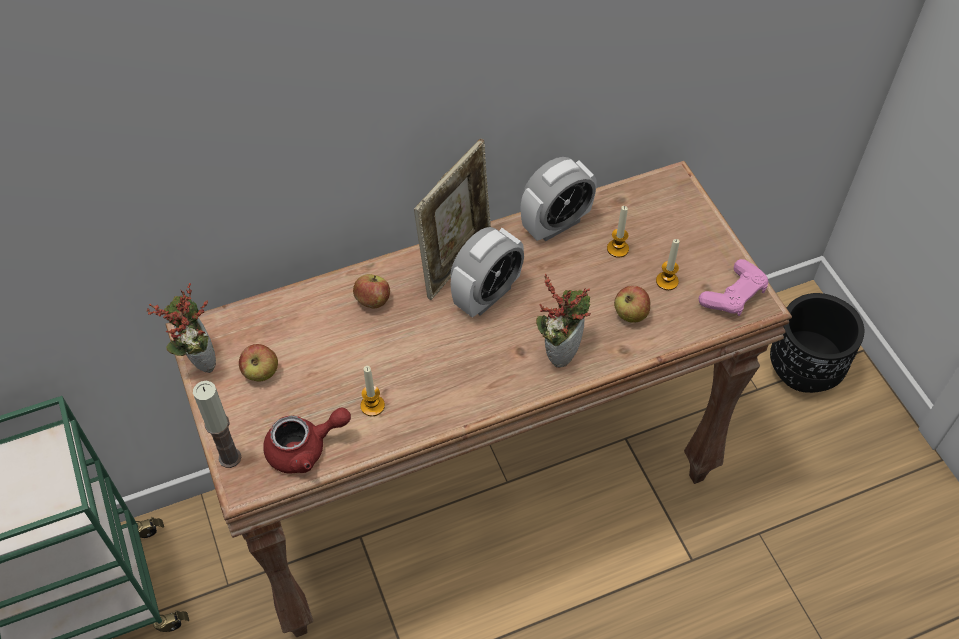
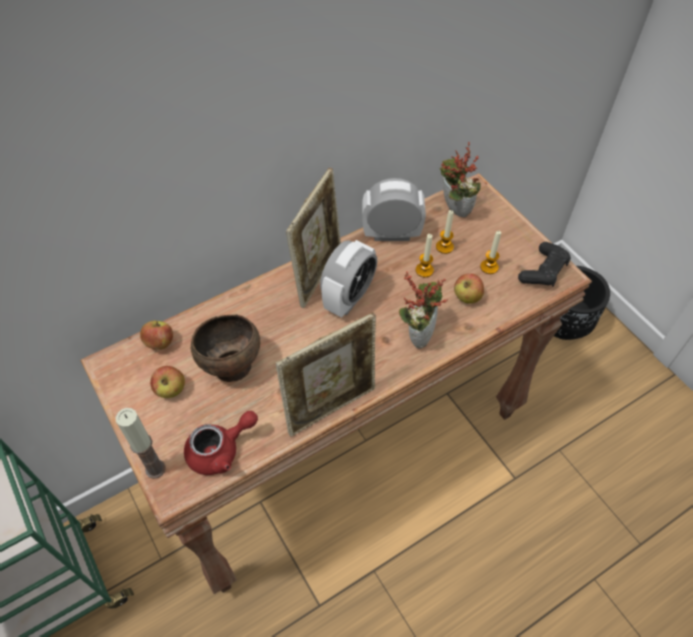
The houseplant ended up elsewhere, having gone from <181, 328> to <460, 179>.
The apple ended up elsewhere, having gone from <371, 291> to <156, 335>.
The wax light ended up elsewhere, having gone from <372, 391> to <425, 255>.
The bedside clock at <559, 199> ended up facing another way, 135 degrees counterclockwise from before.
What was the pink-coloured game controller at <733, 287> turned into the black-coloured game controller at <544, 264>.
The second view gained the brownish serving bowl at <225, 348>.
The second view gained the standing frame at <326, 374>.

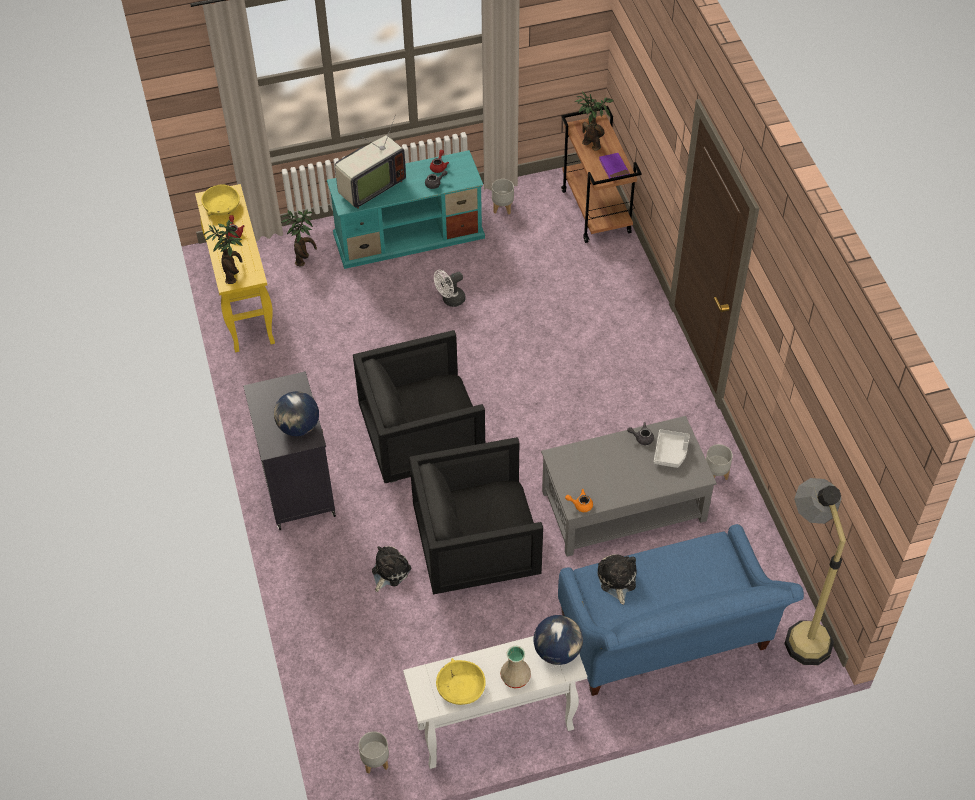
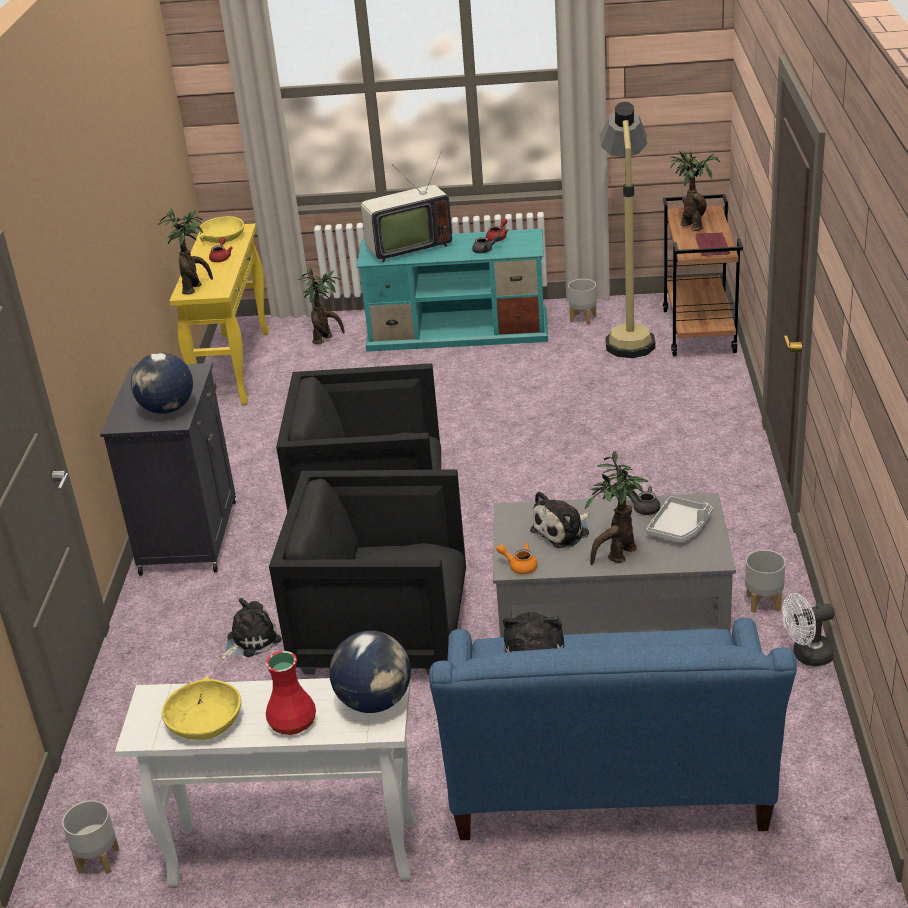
The white electric fan ended up elsewhere, having gone from <450, 288> to <808, 629>.
What was the beige vase at <515, 667> turned into the red-coloured vase at <291, 693>.
What was the purplish volume at <614, 165> turned into the red-coloured volume at <712, 244>.
The standing lamp ended up elsewhere, having gone from <815, 571> to <627, 230>.
The second view gained the plush toy at <560, 519>.
The second view gained the houseplant at <616, 508>.

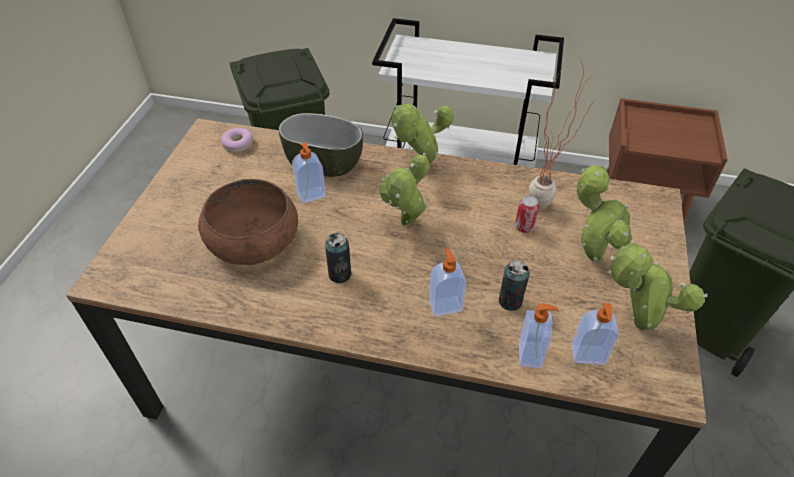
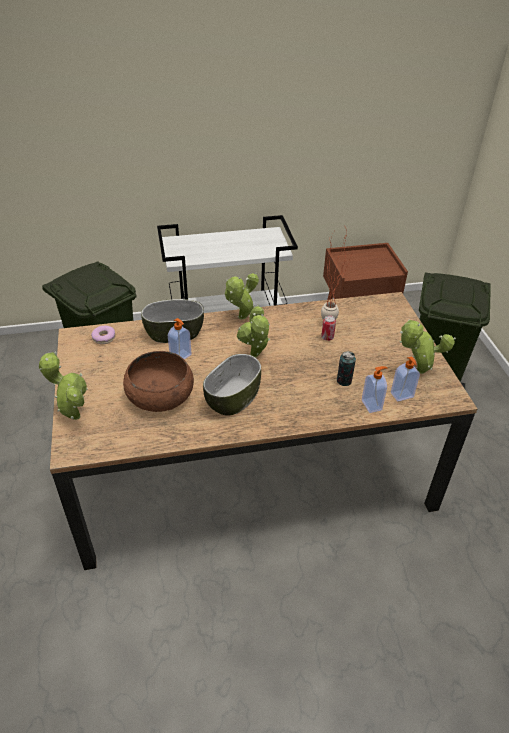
Where the can stood at <338, 258>, the serving bowl came to stand at <232, 385>.
The second view lost the soap dispenser at <447, 282>.
The houseplant ended up elsewhere, having gone from <604, 213> to <63, 386>.

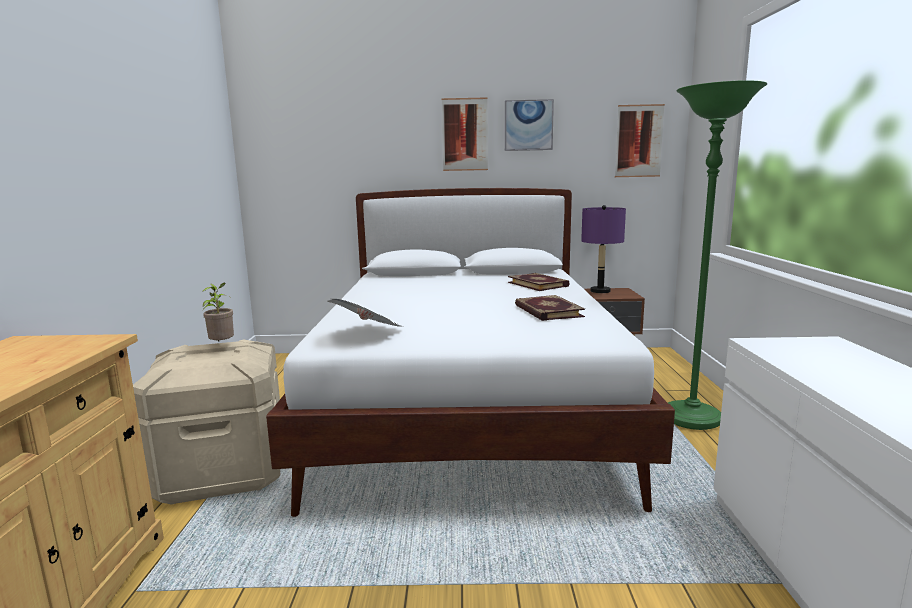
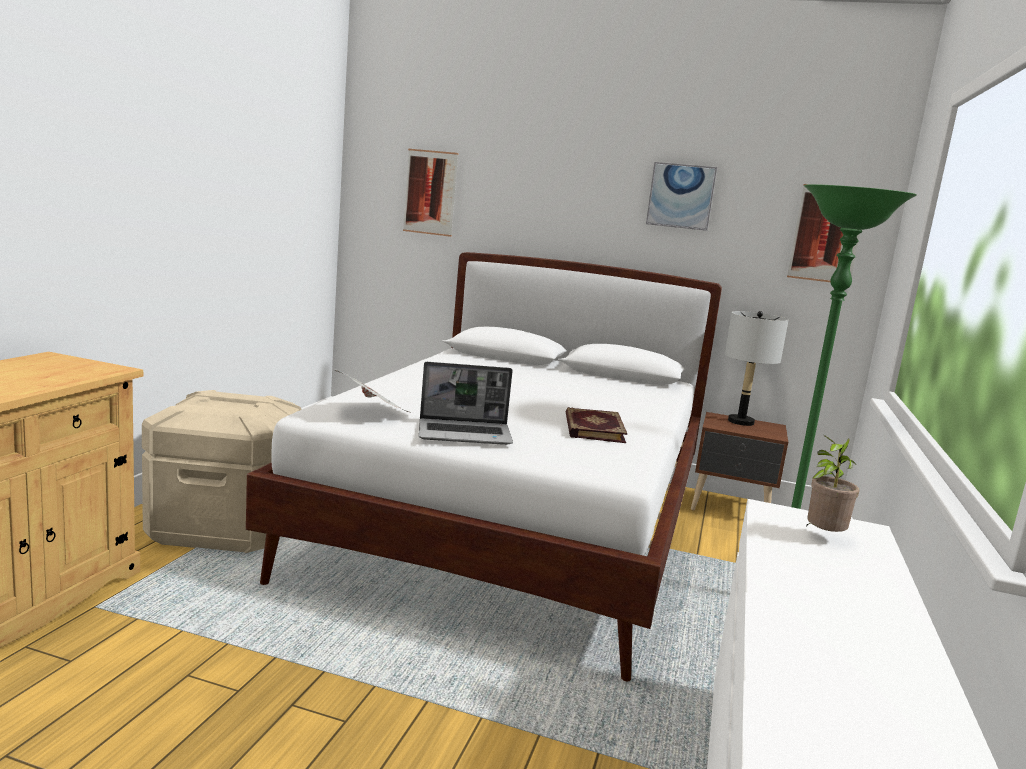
The houseplant ended up elsewhere, having gone from <218, 312> to <832, 483>.
The wall picture ended up elsewhere, having gone from <465, 134> to <430, 193>.
The second view lost the volume at <539, 282>.
What was the purplish lamp for a table at <603, 249> turned into the grey lamp for a table at <756, 368>.
The second view gained the portable computer at <466, 403>.

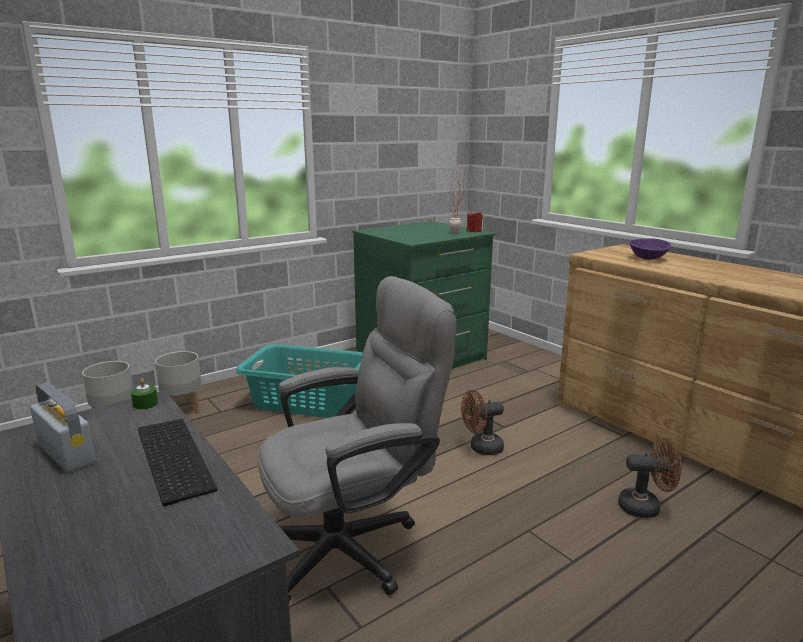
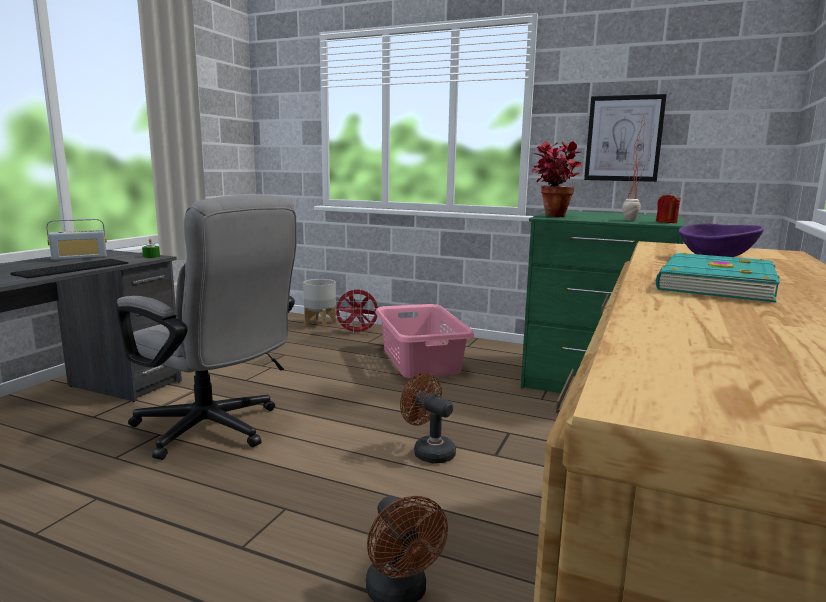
The radio receiver at <62, 428> ended up facing another way, 45 degrees clockwise from before.
Where the grey flower pot stood at <178, 382>, the red-coloured electric fan came to stand at <355, 312>.
What was the blue-green laundry basket at <299, 381> turned into the pink-coloured laundry basket at <424, 341>.
The second view gained the houseplant at <557, 179>.
The second view gained the wall picture at <625, 138>.
The second view gained the blue-green volume at <718, 278>.

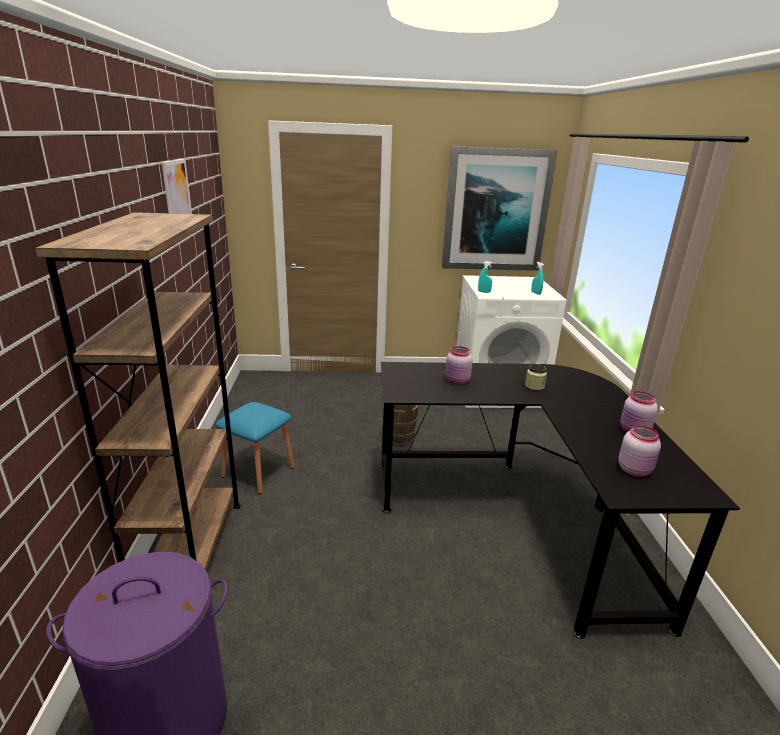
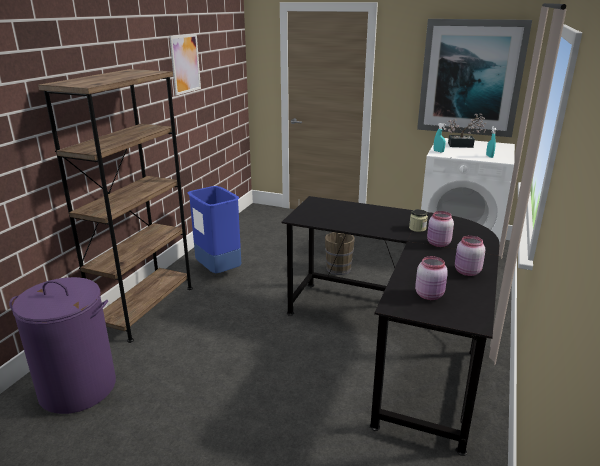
Where the blue stool stood at <255, 448>, the blue waste bin came to stand at <214, 229>.
The pink-coloured preserve jar ended up elsewhere, having gone from <459, 365> to <440, 229>.
The second view gained the houseplant at <465, 131>.

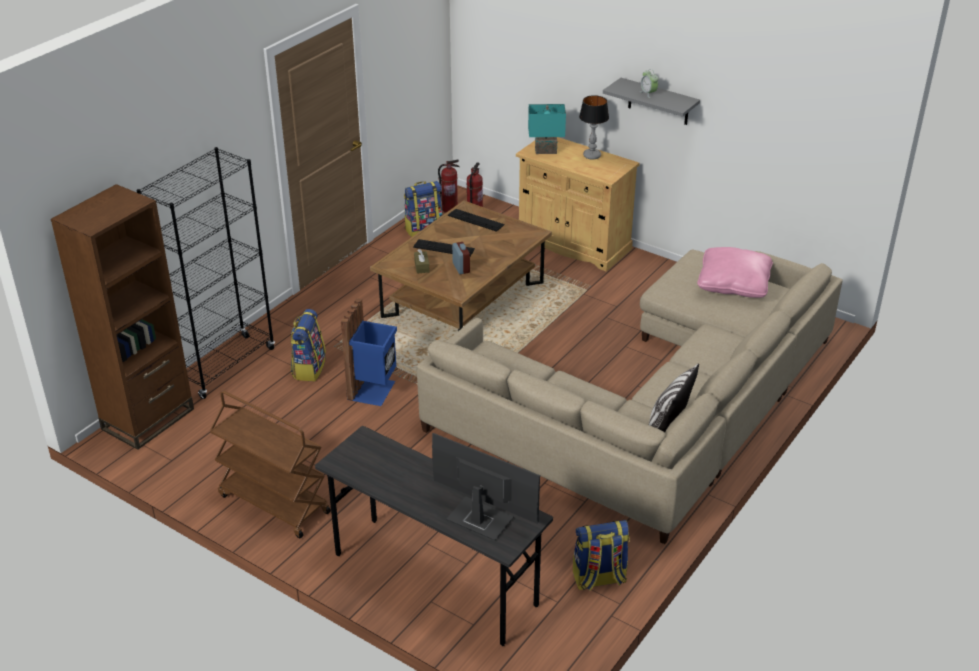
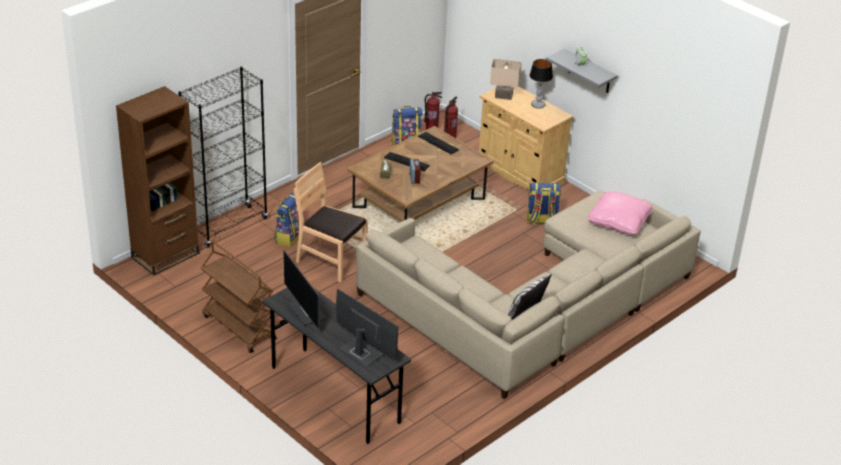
Where the blue waste bin stood at <369, 352>, the brownish chair came to stand at <331, 222>.
What was the blue-green lamp for a table at <547, 129> turned into the beige lamp for a table at <506, 79>.
The backpack ended up elsewhere, having gone from <601, 555> to <544, 203>.
The second view gained the monitor at <305, 289>.

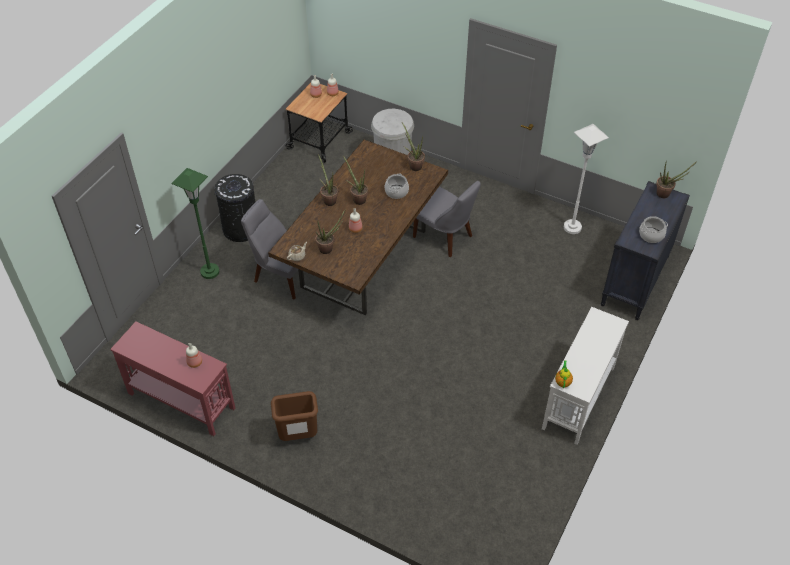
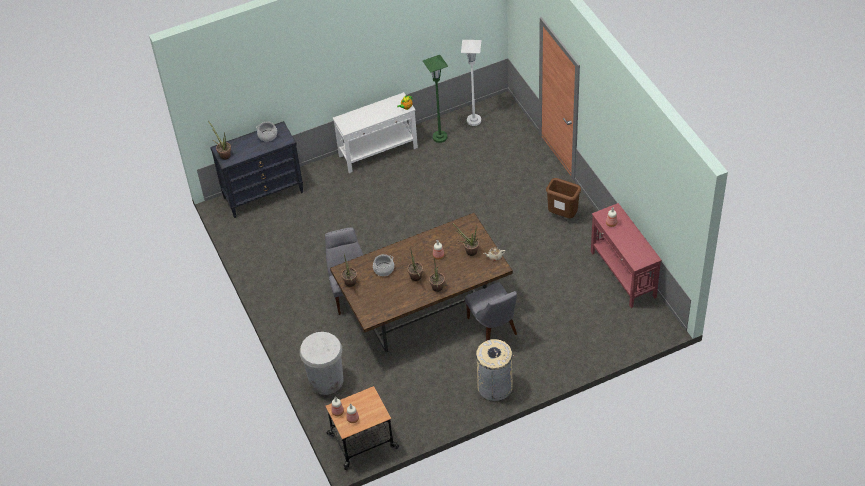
The green standing lamp ended up elsewhere, having gone from <195, 223> to <435, 99>.
What was the black-coloured waste bin at <235, 208> turned into the beige waste bin at <494, 370>.
The white standing lamp ended up elsewhere, having gone from <586, 179> to <471, 83>.

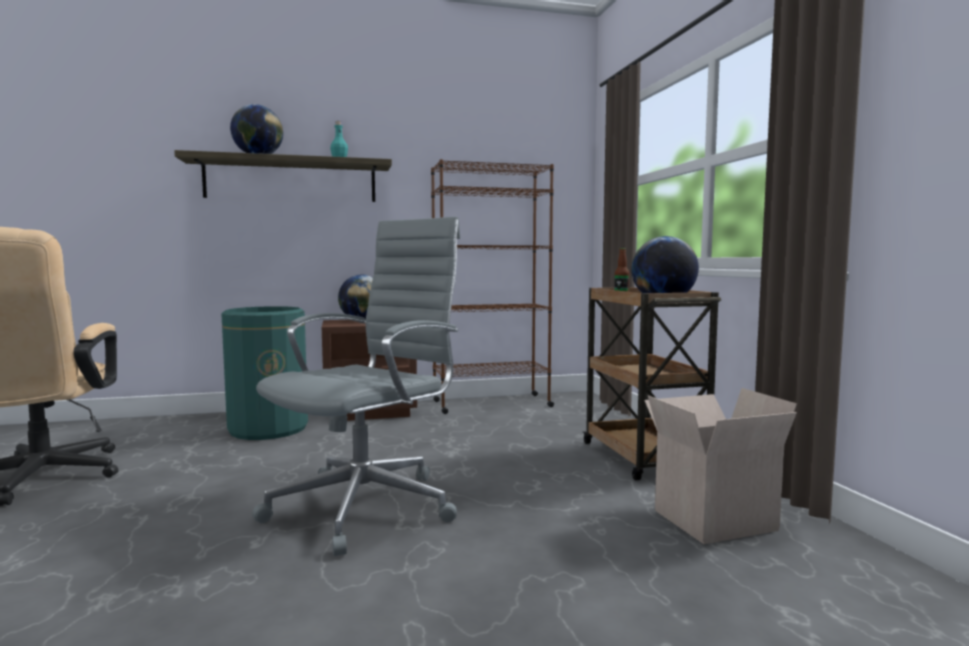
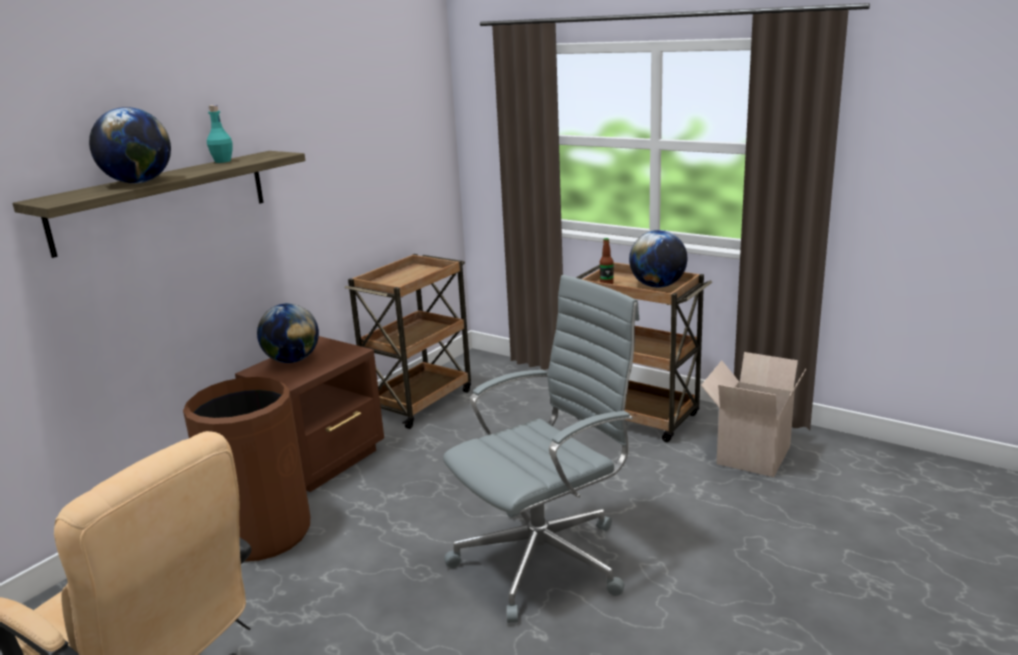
What was the green waste bin at <264, 373> turned into the brownish waste bin at <247, 469>.
The grey office chair at <356, 386> ended up facing another way, 60 degrees clockwise from before.
Where the brownish shelving unit stood at <492, 286>, the brownish cart came to stand at <408, 341>.

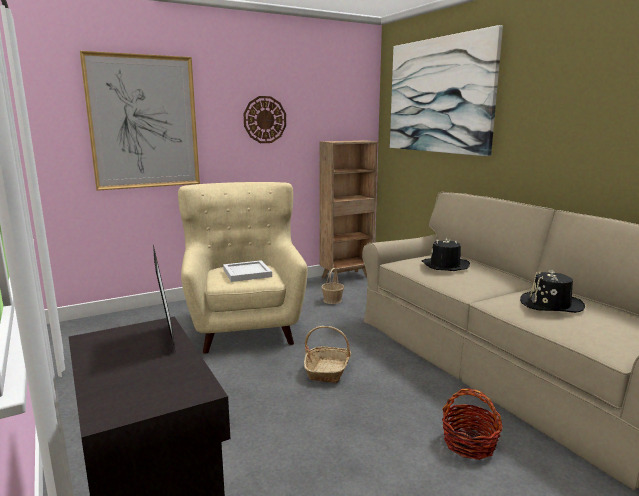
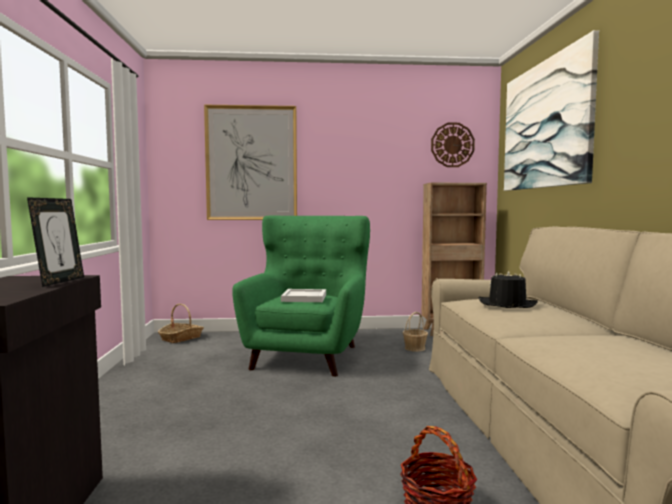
What was the beige easy chair at <243, 268> turned into the green easy chair at <301, 296>.
The wall clock ended up elsewhere, having gone from <265, 119> to <453, 145>.
The household basket ended up elsewhere, having gone from <327, 354> to <181, 323>.
The second view lost the black-coloured clothing hat at <552, 291>.

